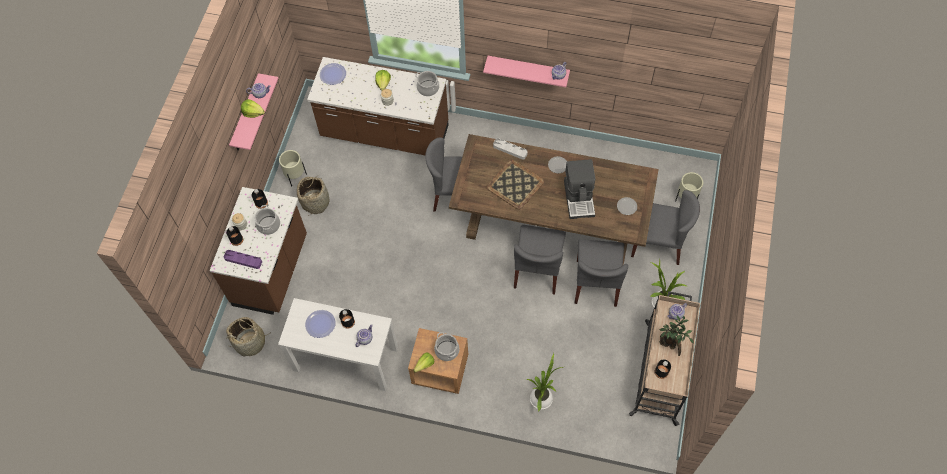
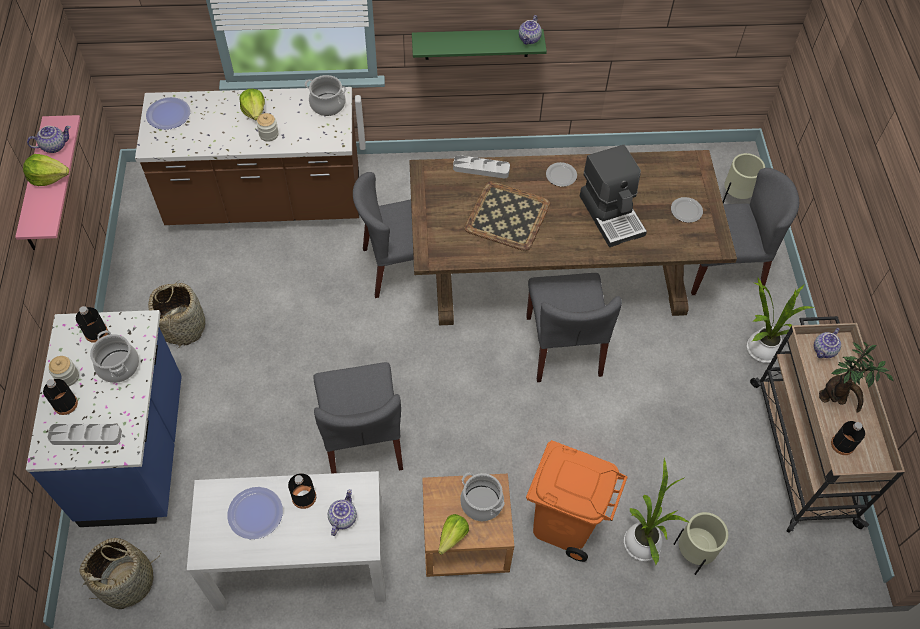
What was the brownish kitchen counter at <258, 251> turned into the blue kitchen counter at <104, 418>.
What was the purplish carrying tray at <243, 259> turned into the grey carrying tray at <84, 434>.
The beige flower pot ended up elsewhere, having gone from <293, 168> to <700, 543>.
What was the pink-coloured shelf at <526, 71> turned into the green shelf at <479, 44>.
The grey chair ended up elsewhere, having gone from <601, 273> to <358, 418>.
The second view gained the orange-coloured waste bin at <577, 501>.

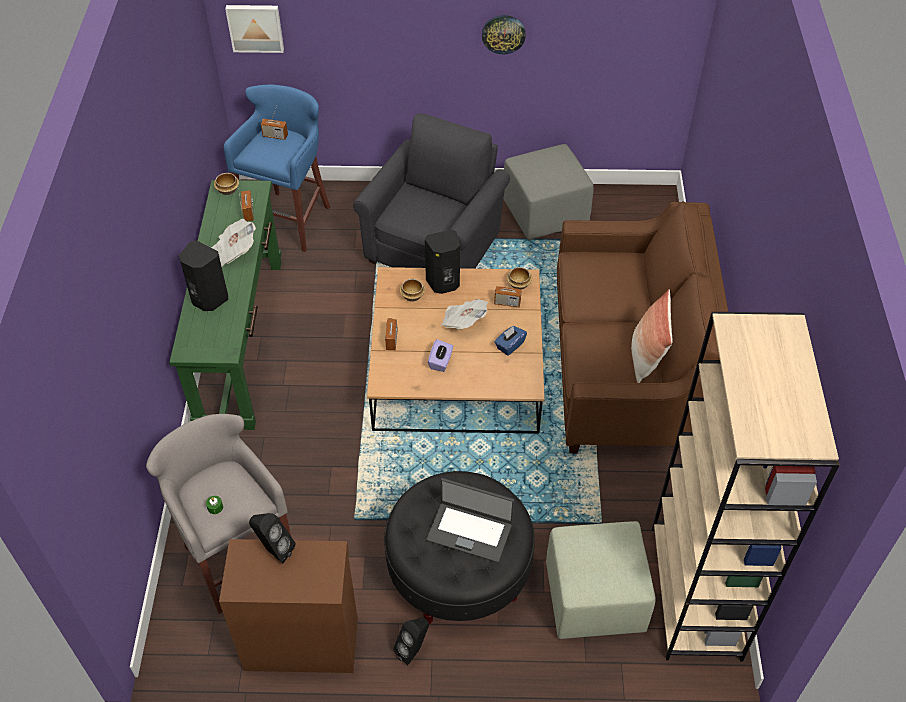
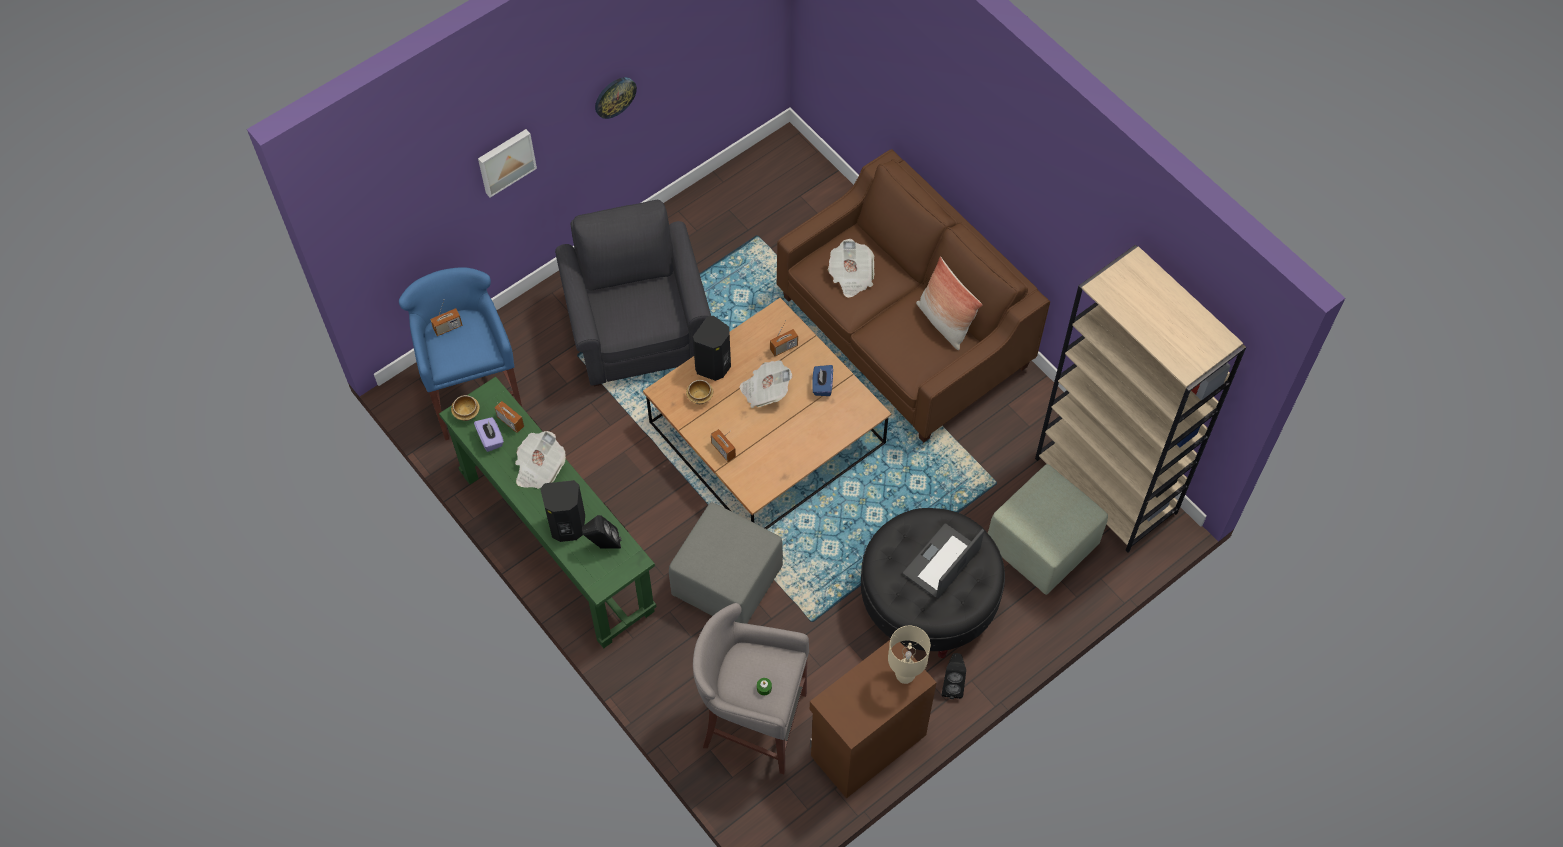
The wall picture ended up elsewhere, having gone from <254, 29> to <507, 163>.
The black-coloured speaker ended up elsewhere, having gone from <272, 538> to <601, 532>.
The portable computer at <470, 520> ended up facing another way, 150 degrees clockwise from before.
The purplish tissue holder ended up elsewhere, having gone from <440, 355> to <489, 434>.
The grey pouffe ended up elsewhere, having gone from <549, 192> to <726, 563>.
The second view lost the serving bowl at <519, 278>.
The second view gained the newspaper at <851, 268>.
The second view gained the beige lamp for a table at <909, 655>.

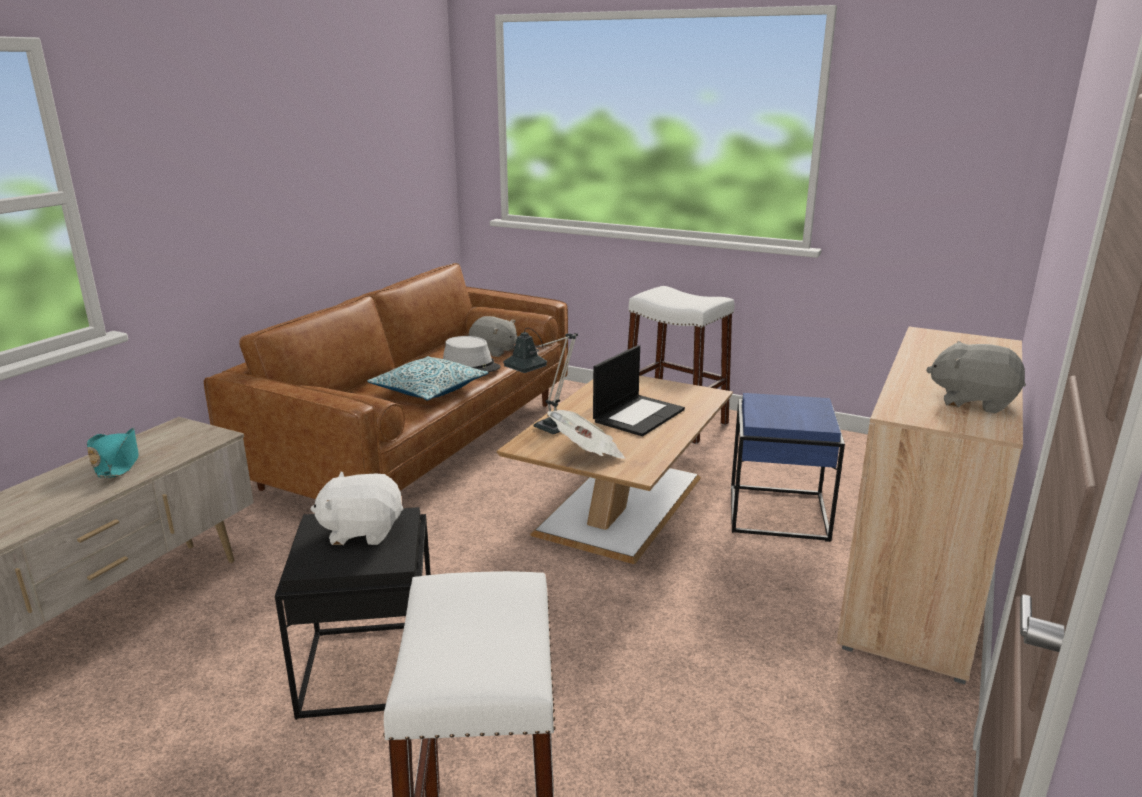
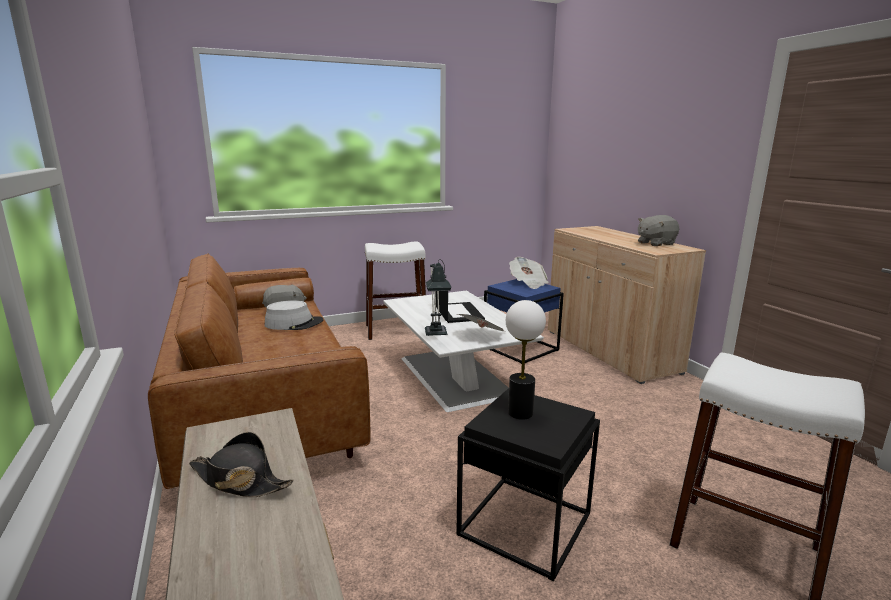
What was the blue-green clothing hat at <113, 453> turned into the black-coloured clothing hat at <241, 464>.
Where the white plush toy stood at <357, 508>, the lamp for a table came to stand at <526, 360>.
The second view lost the pillow at <428, 378>.
What was the brownish low table at <615, 470> turned into the white low table at <463, 351>.
The second view gained the newspaper at <529, 273>.

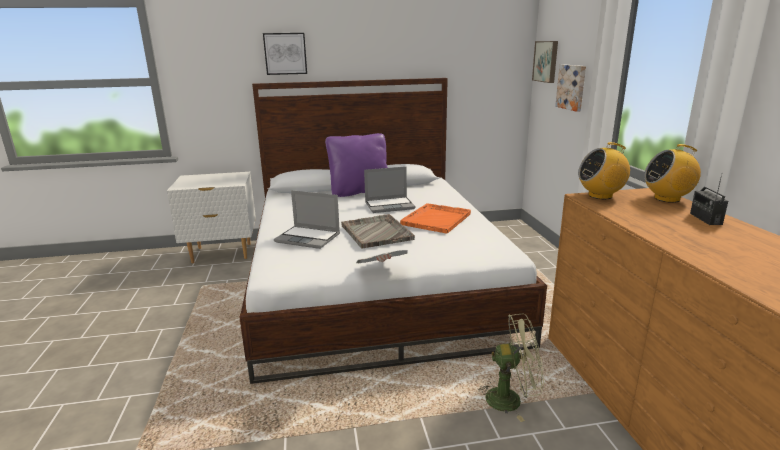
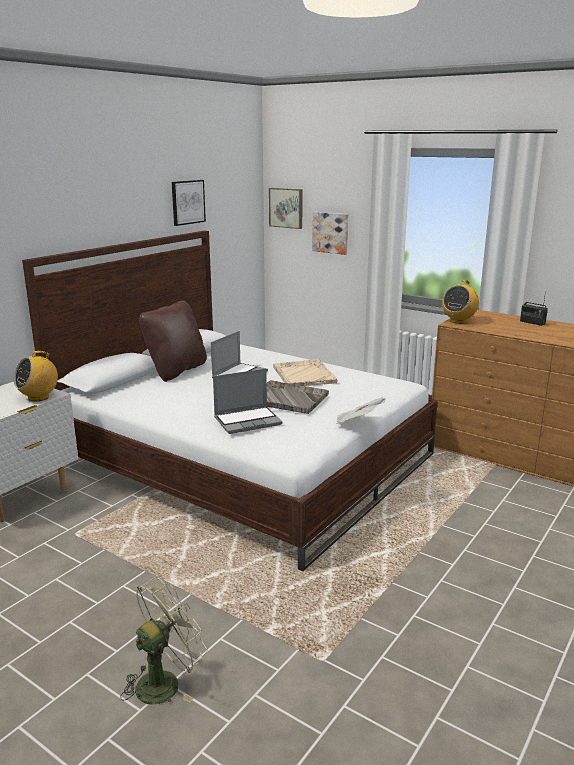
The wall picture ended up elsewhere, having gone from <285, 54> to <189, 203>.
What was the purplish pillow at <356, 165> turned into the brownish pillow at <173, 341>.
What was the orange-coloured carrying tray at <435, 218> turned into the beige carrying tray at <305, 372>.
The green electric fan ended up elsewhere, having gone from <511, 367> to <163, 640>.
The radio receiver ended up elsewhere, having gone from <672, 173> to <36, 376>.

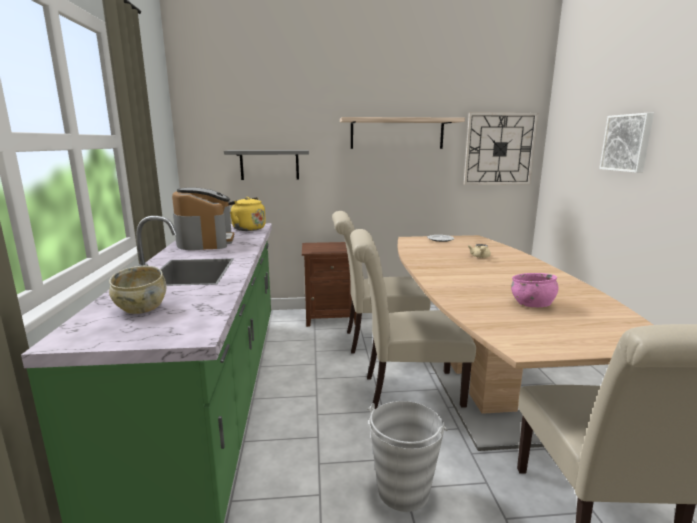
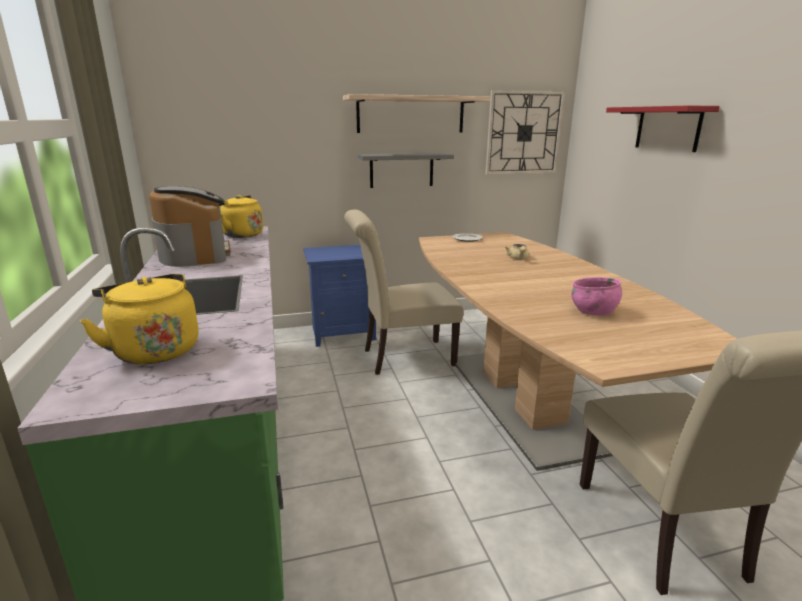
Where the beige serving bowl stood at <138, 290>, the yellowish tea kettle came to stand at <139, 319>.
The grey shelf ended up elsewhere, having gone from <266, 165> to <405, 170>.
What was the brownish nightstand at <329, 284> turned into the blue nightstand at <339, 296>.
The second view lost the beige chair at <413, 319>.
The second view lost the grey bucket at <407, 456>.
Where the wall picture hung at <626, 143>, the red-coloured shelf came to hang at <663, 128>.

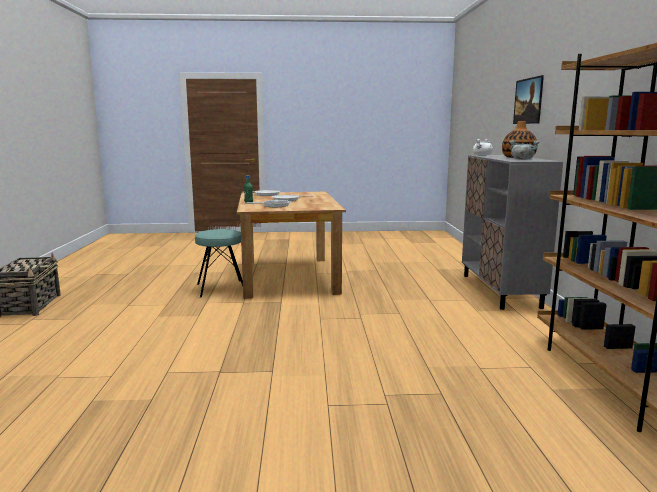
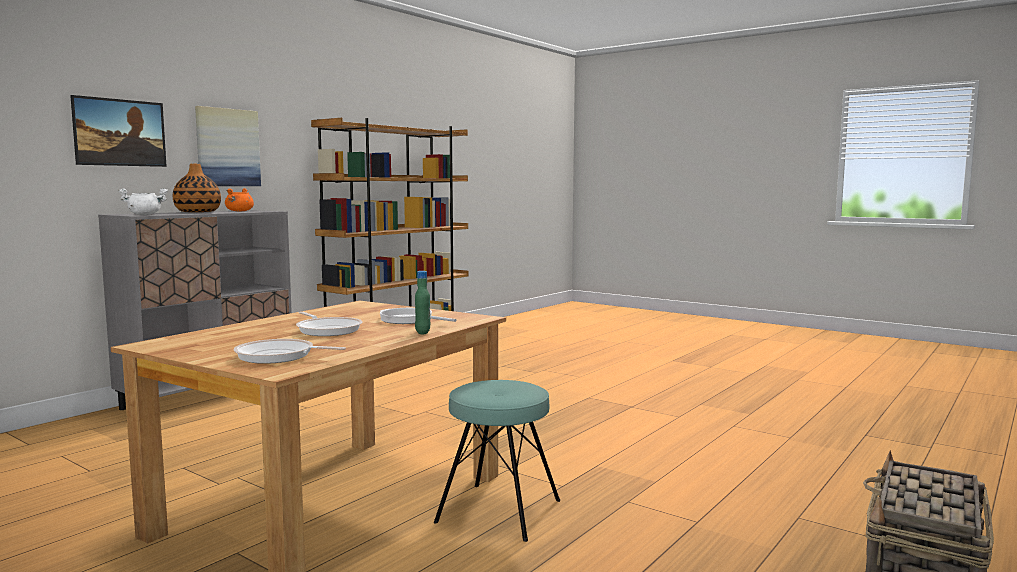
What was the grey saucepot at <524, 150> turned into the orange-coloured saucepot at <239, 200>.
The second view gained the wall picture at <228, 146>.

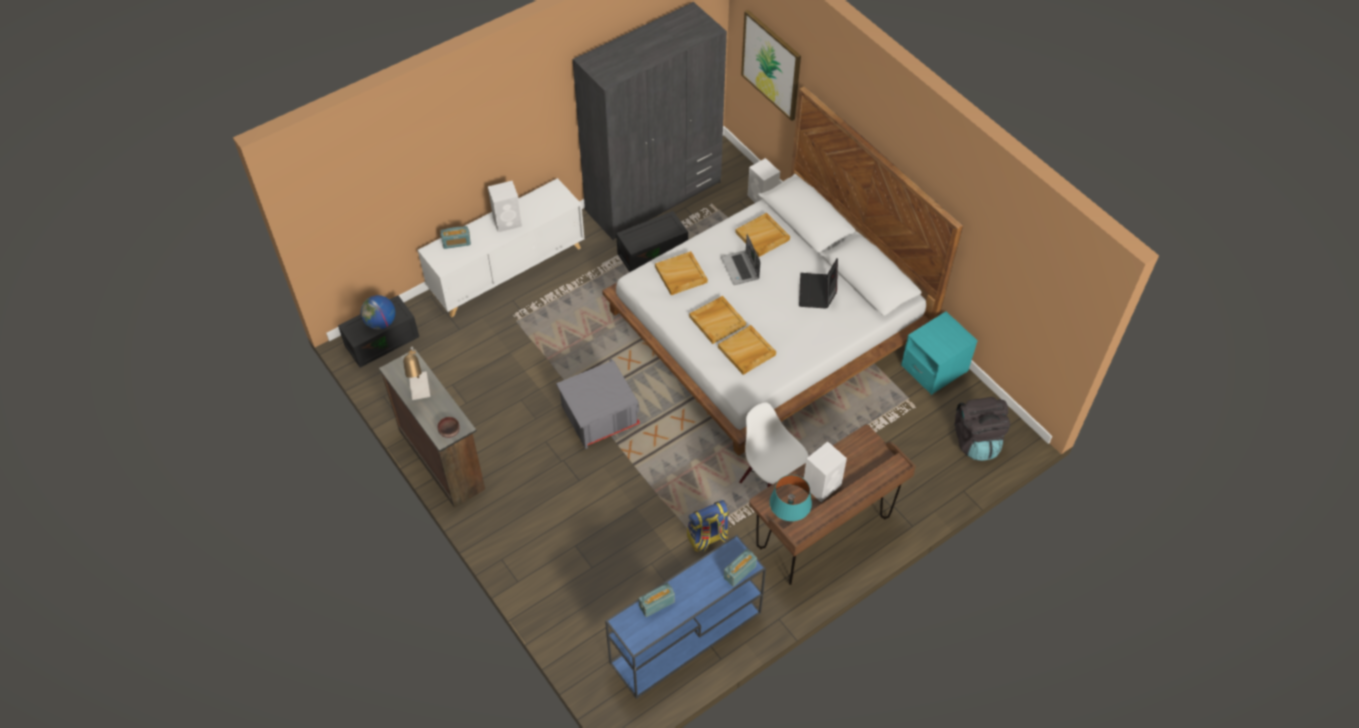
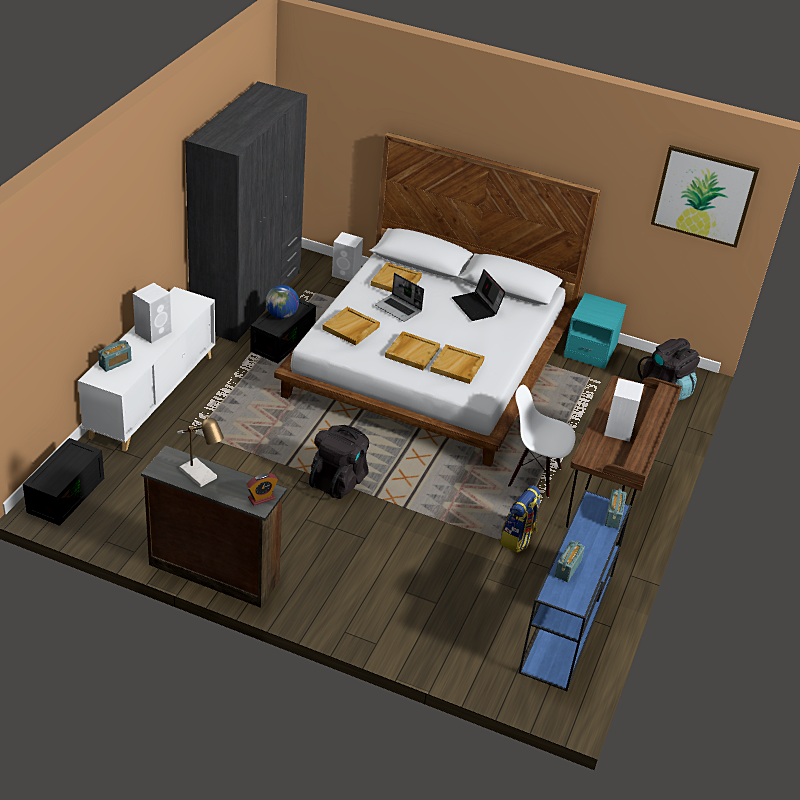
The desk globe ended up elsewhere, having gone from <378, 312> to <282, 302>.
Where the brownish serving bowl stood at <449, 427>, the bedside clock came to stand at <262, 489>.
Where the grey storage box stood at <598, 404>, the black-coloured backpack came to stand at <339, 462>.
The wall picture ended up elsewhere, having gone from <771, 65> to <705, 196>.
The second view lost the blue-green lamp for a table at <791, 498>.

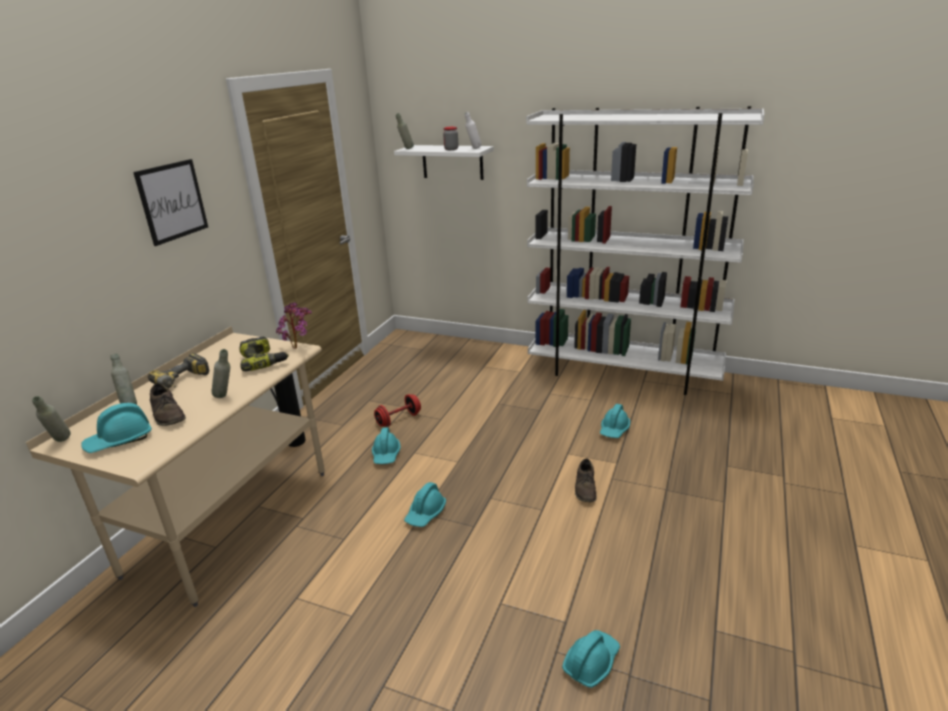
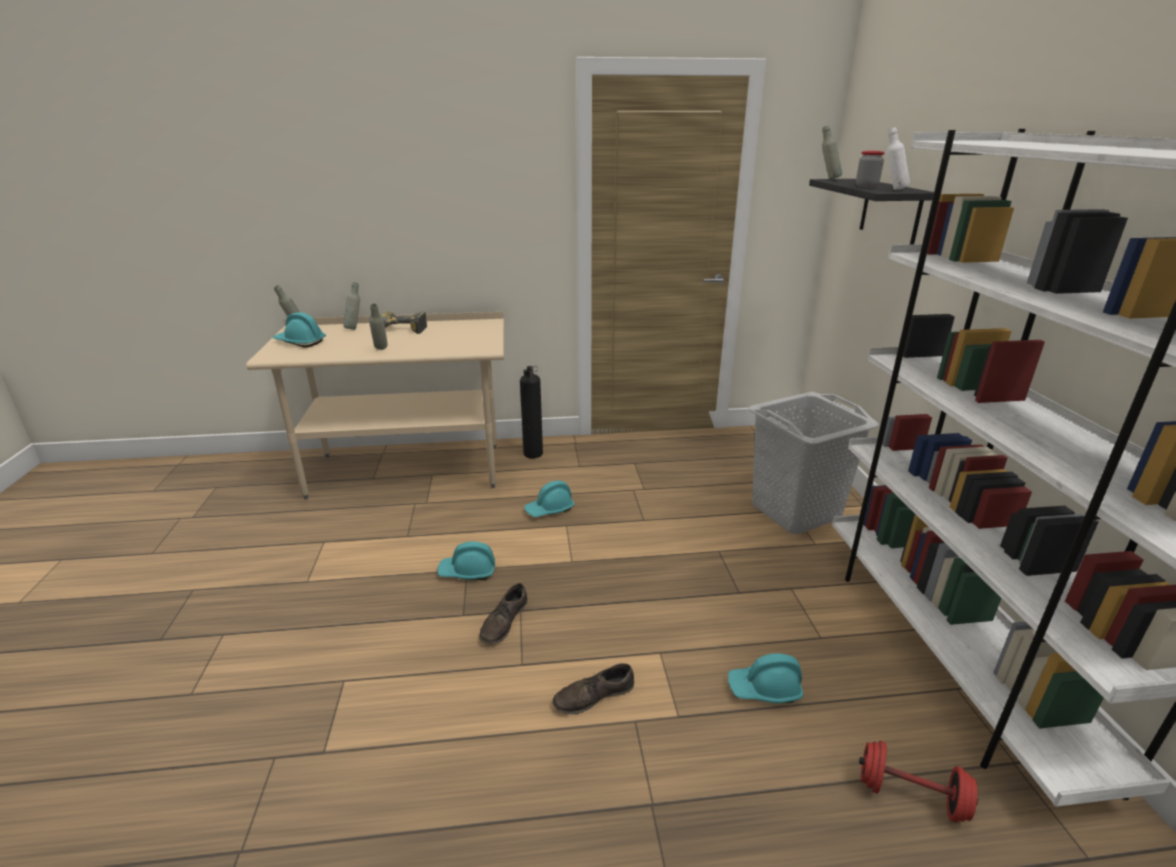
The second view lost the wall picture at <170, 202>.
The brownish low shoe ended up elsewhere, having gone from <168, 404> to <503, 613>.
The second view lost the drill at <264, 354>.
The second view lost the houseplant at <294, 325>.
The red-coloured dumbbell ended up elsewhere, having gone from <397, 410> to <918, 782>.
What was the white shelf at <444, 162> turned into the black-coloured shelf at <871, 212>.
The second view lost the blue-green hard hat at <591, 659>.
The second view gained the grey laundry basket at <814, 463>.

